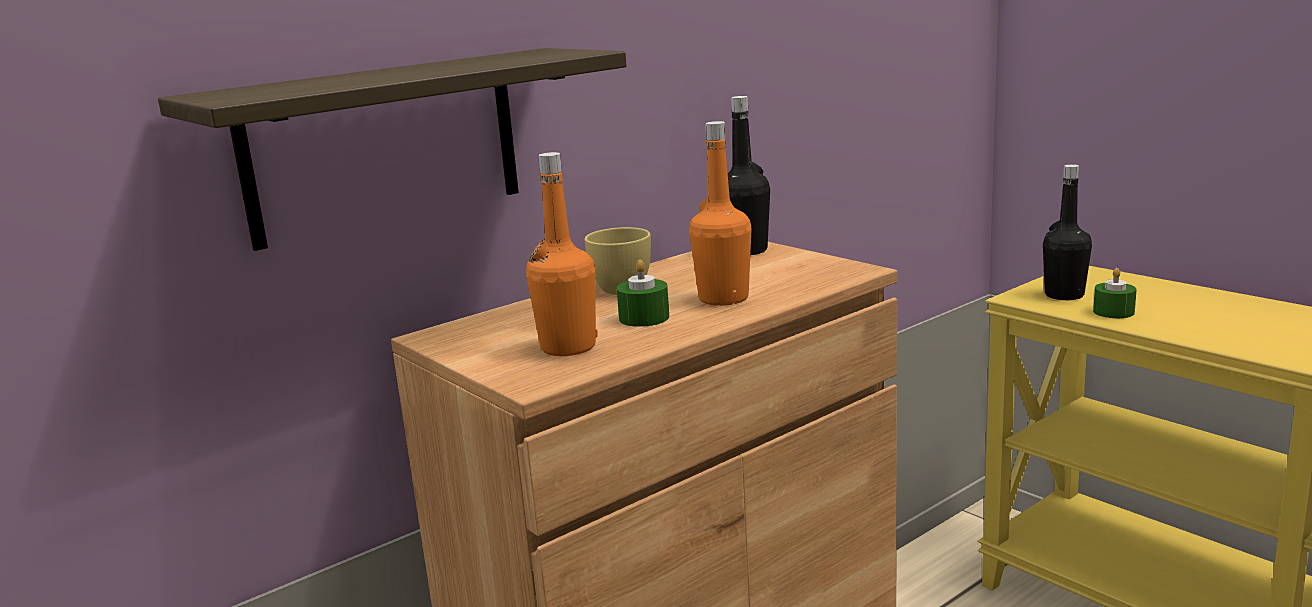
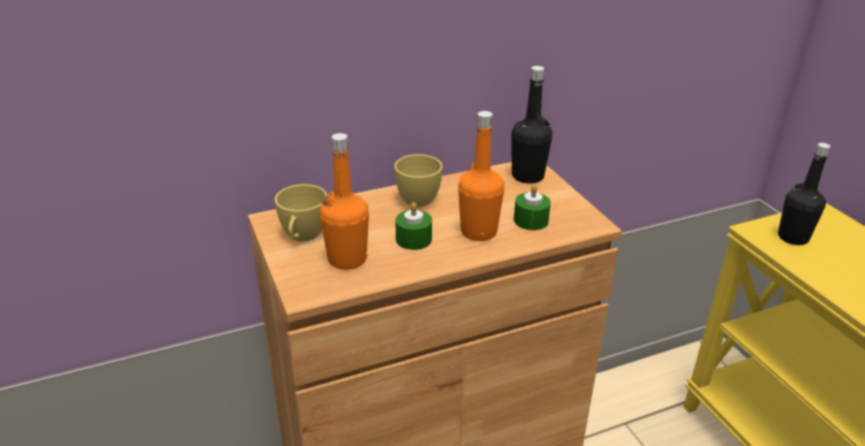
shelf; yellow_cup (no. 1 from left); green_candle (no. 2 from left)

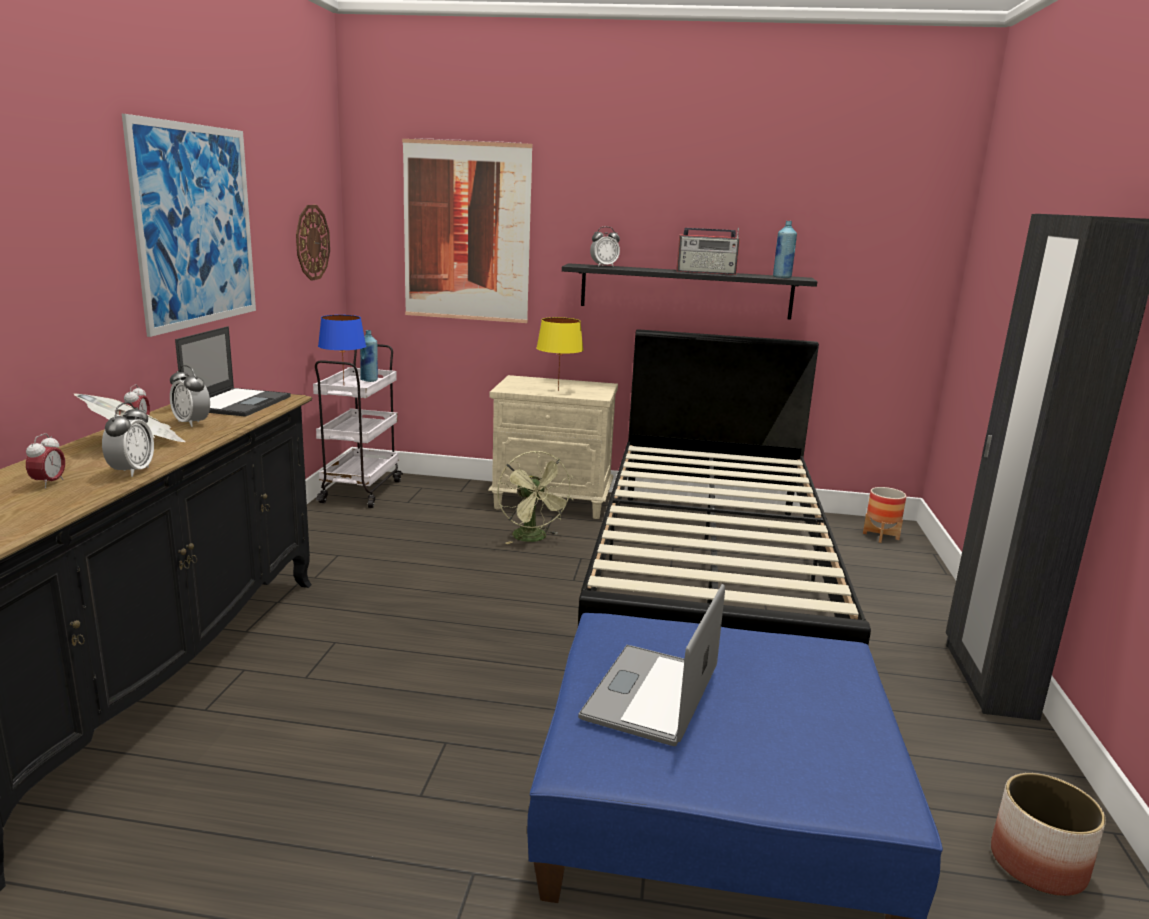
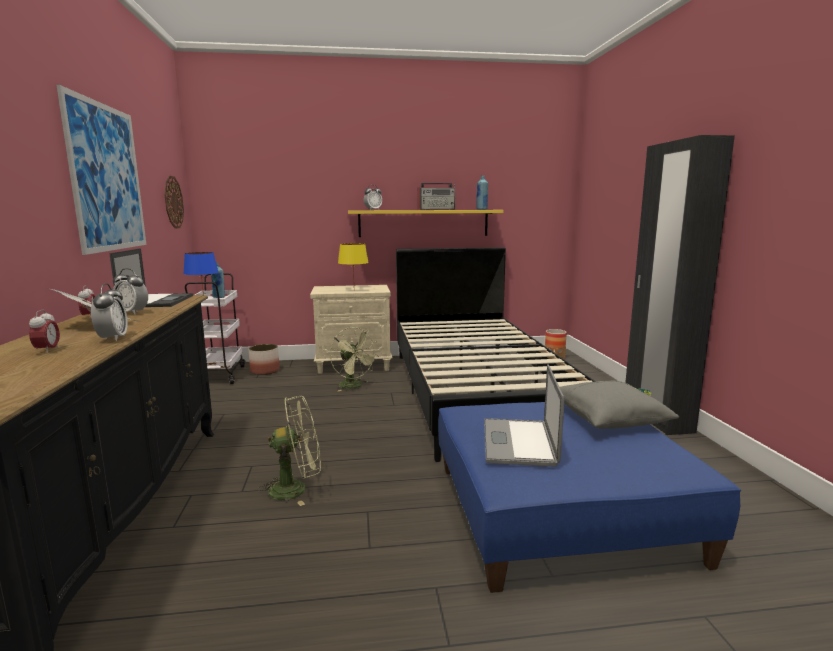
picture (no. 2 from left in the first image); green_fan (no. 1 from left); grey_pillow; planter (no. 1 from left); yellow_shelf

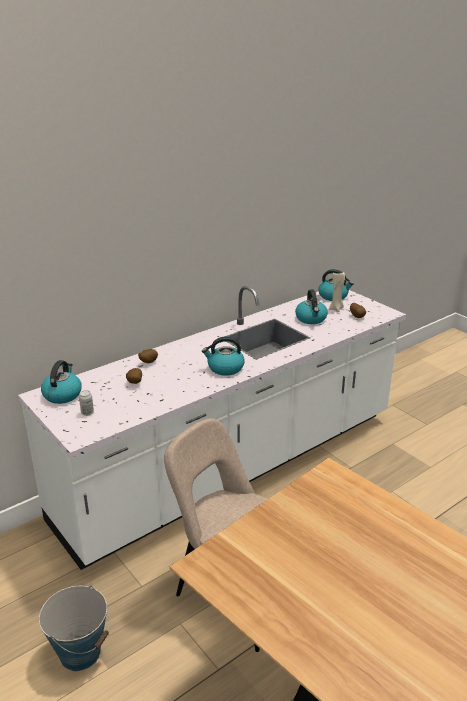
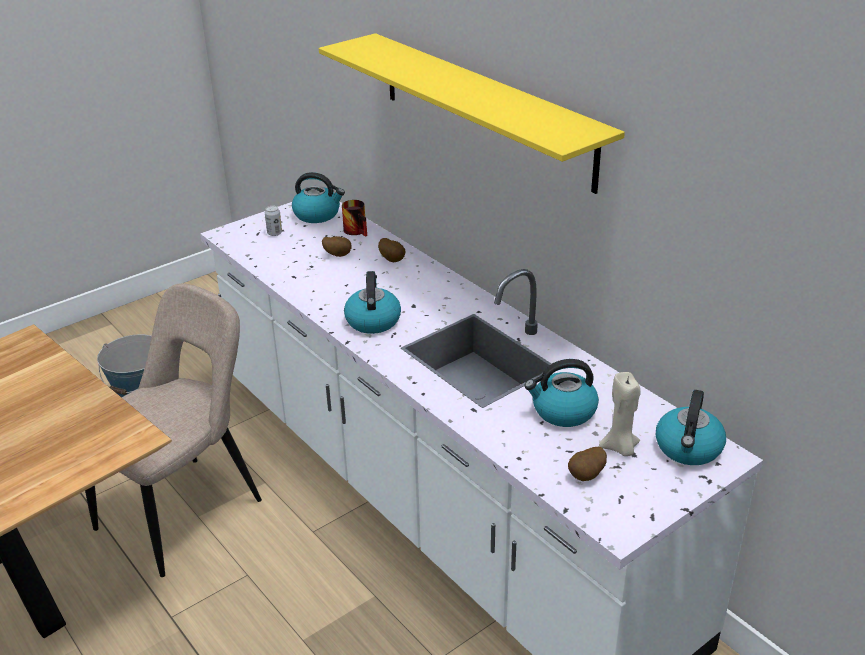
yellow_shelf; mug

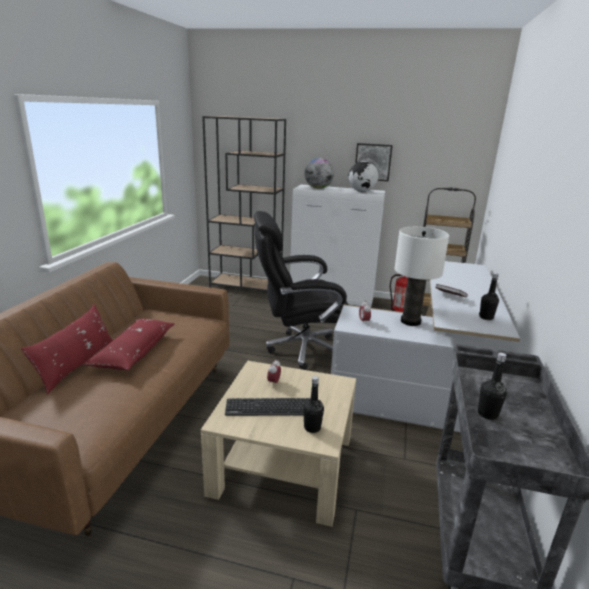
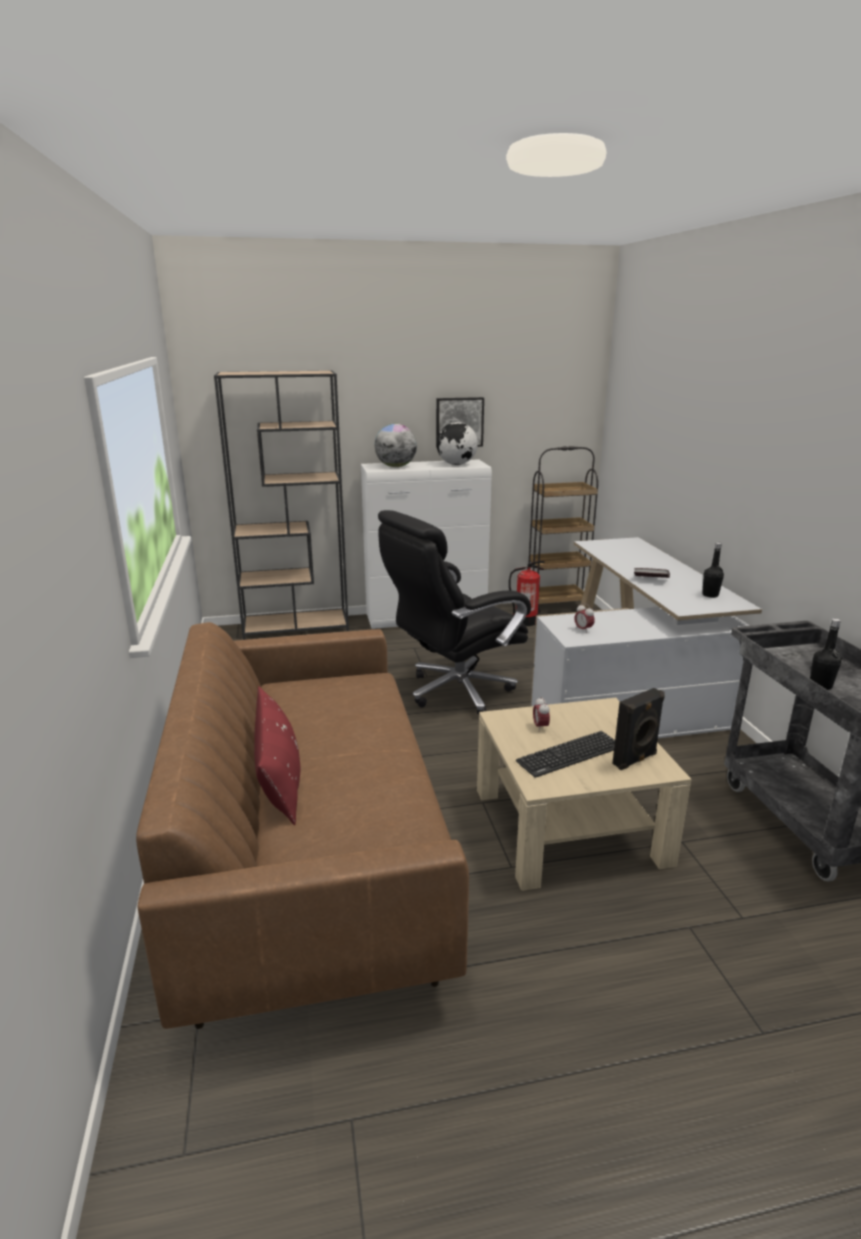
red_pillow (no. 2 from left in the first image); white_table_lamp; black_speaker

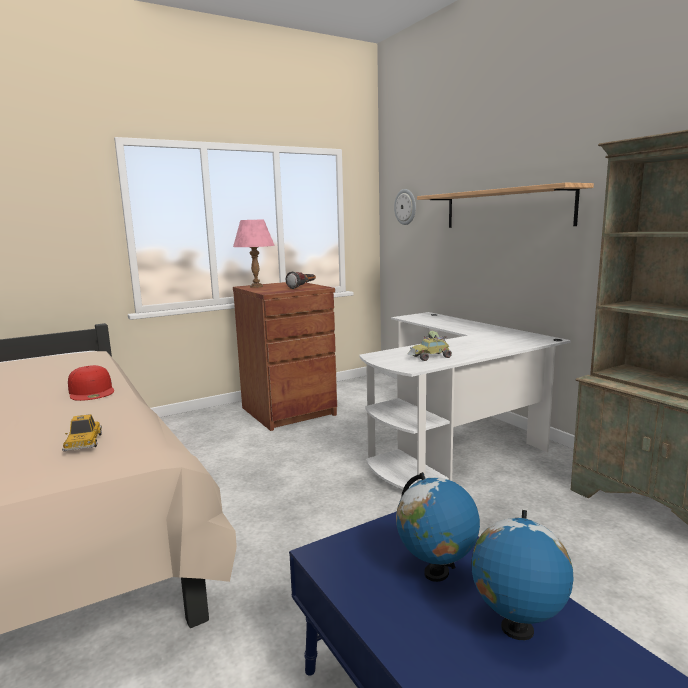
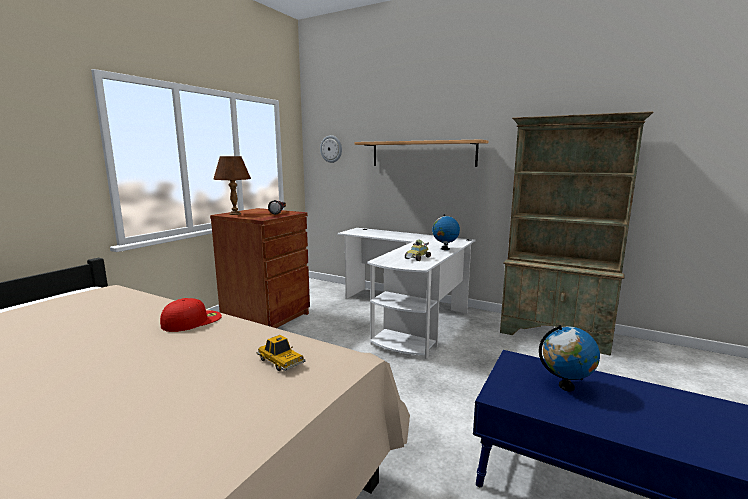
globe (no. 1 from left); brown_table_lamp; red_cap

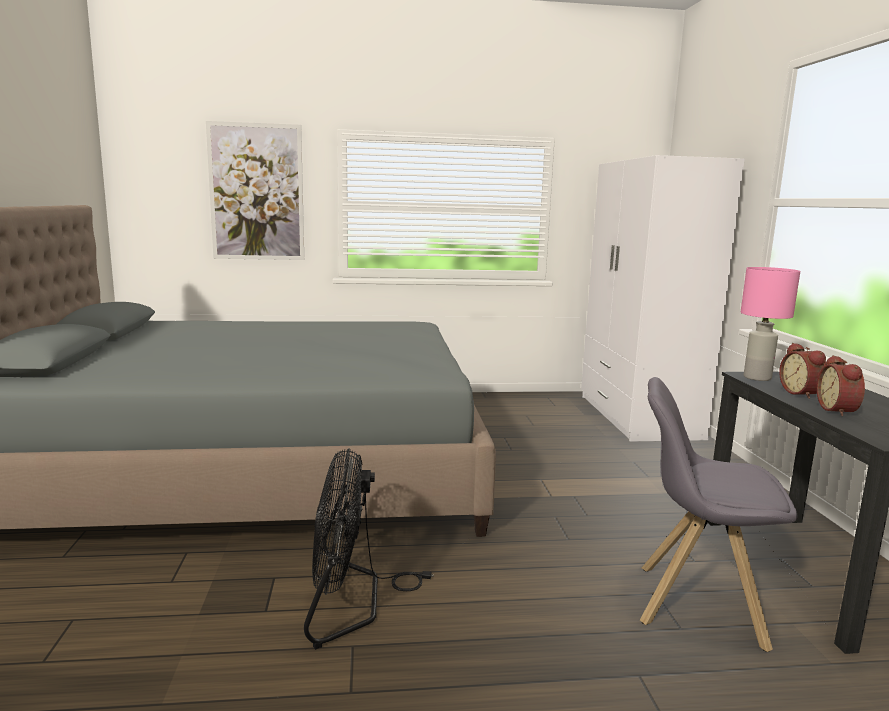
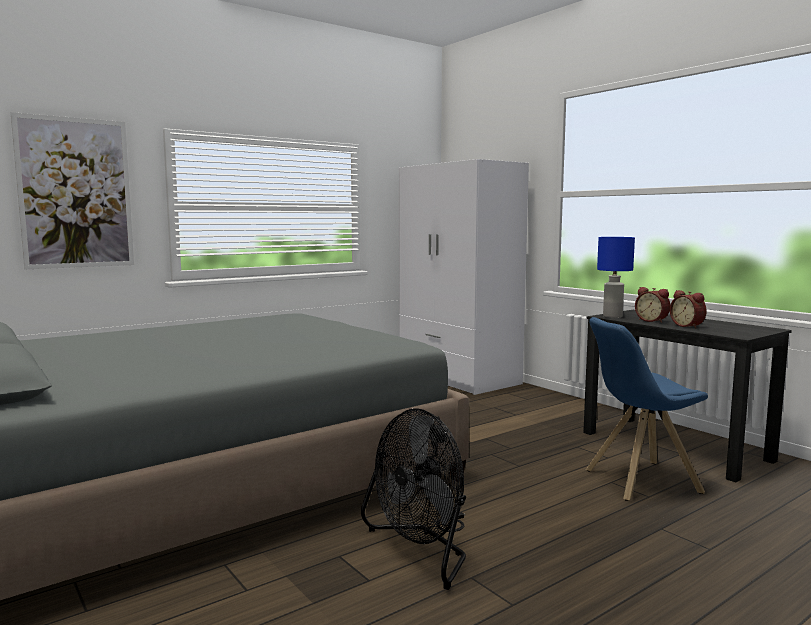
blue_chair; blue_table_lamp

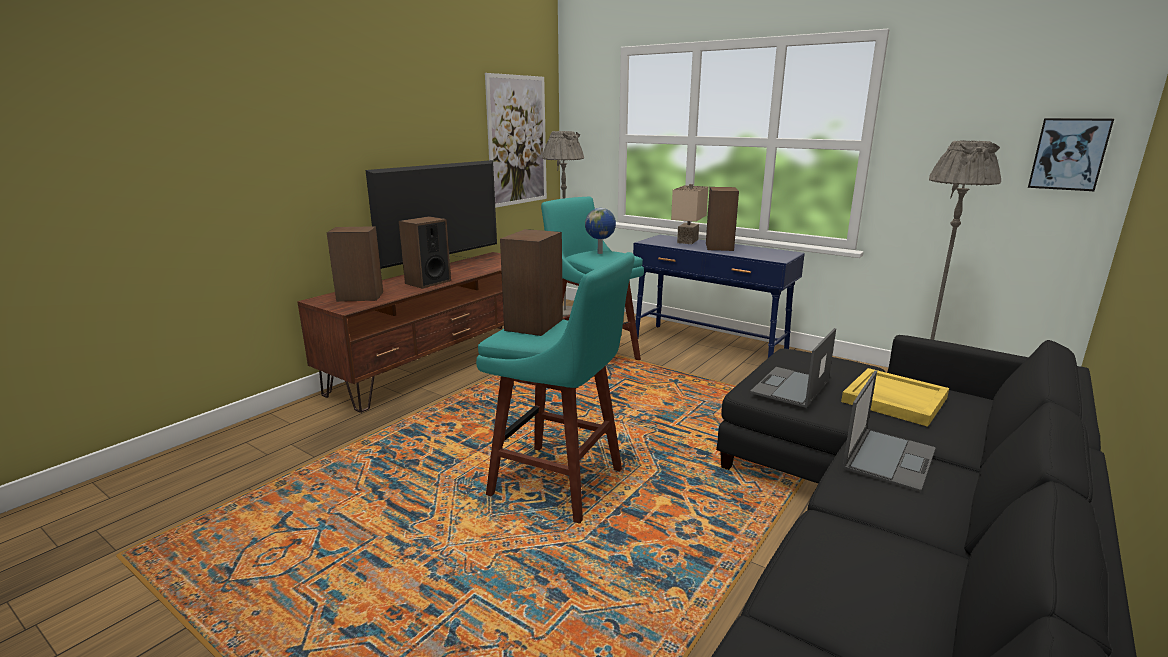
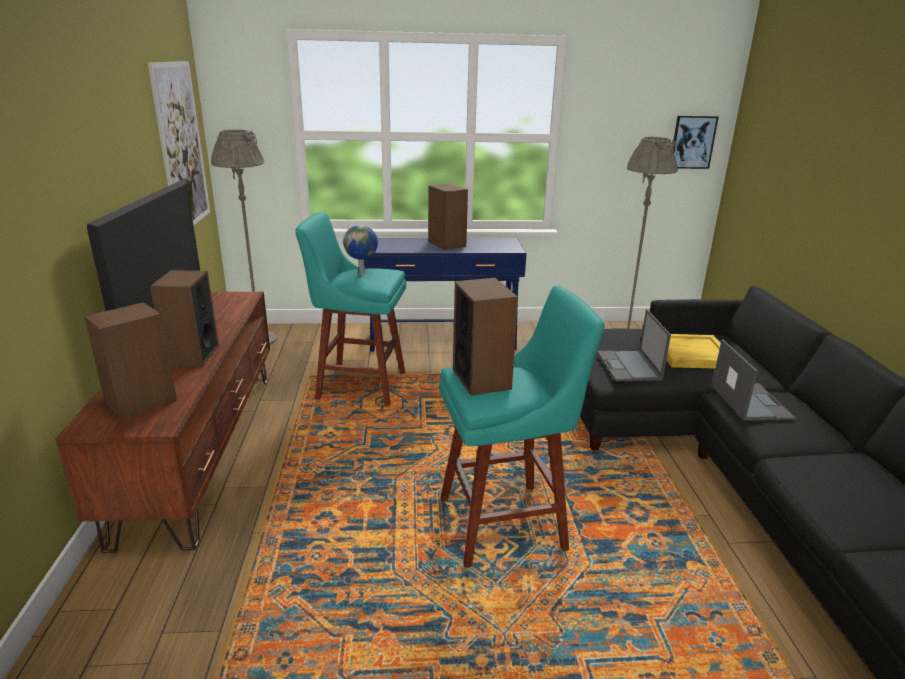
beige_table_lamp

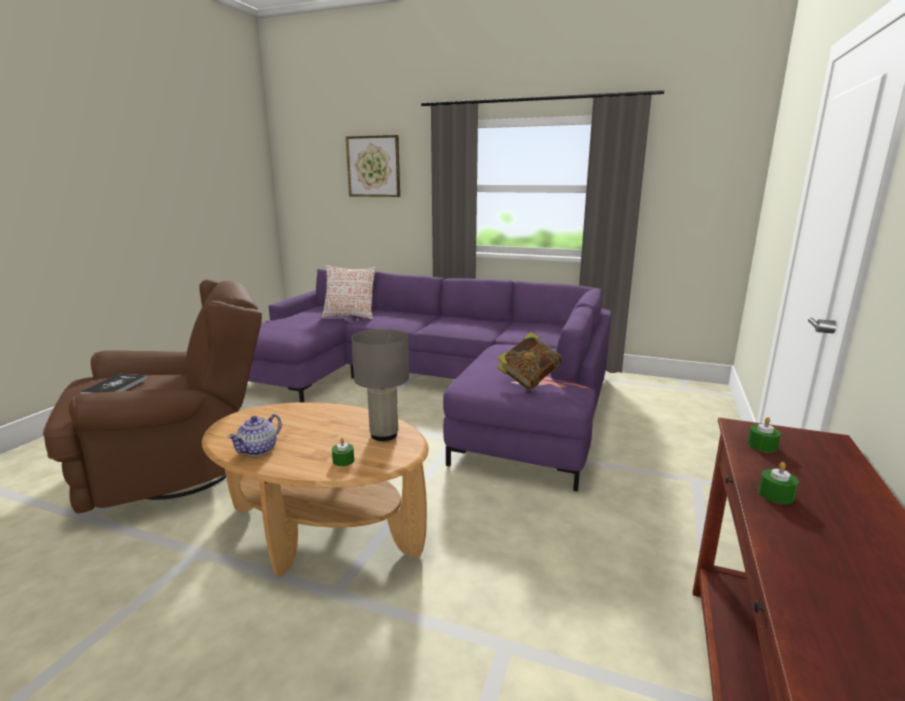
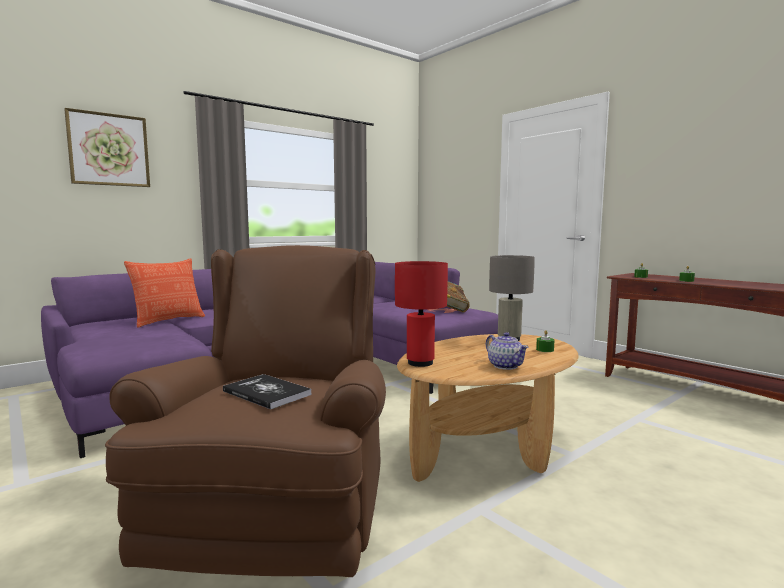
red_table_lamp; orange_pillow

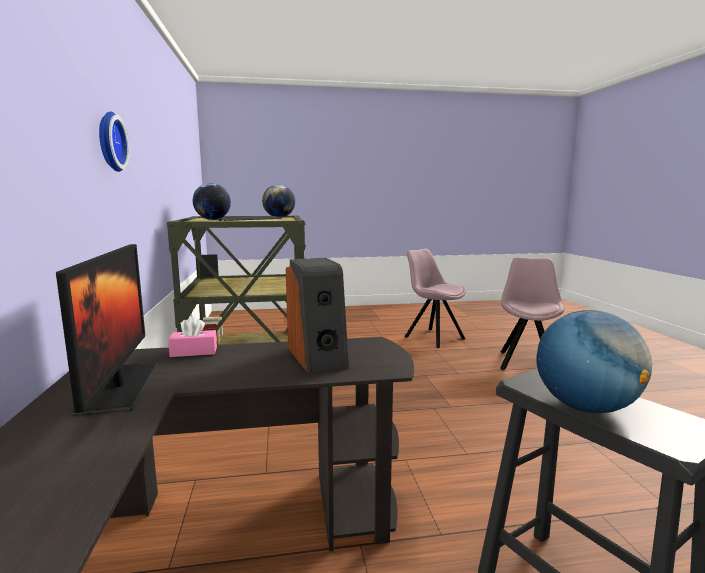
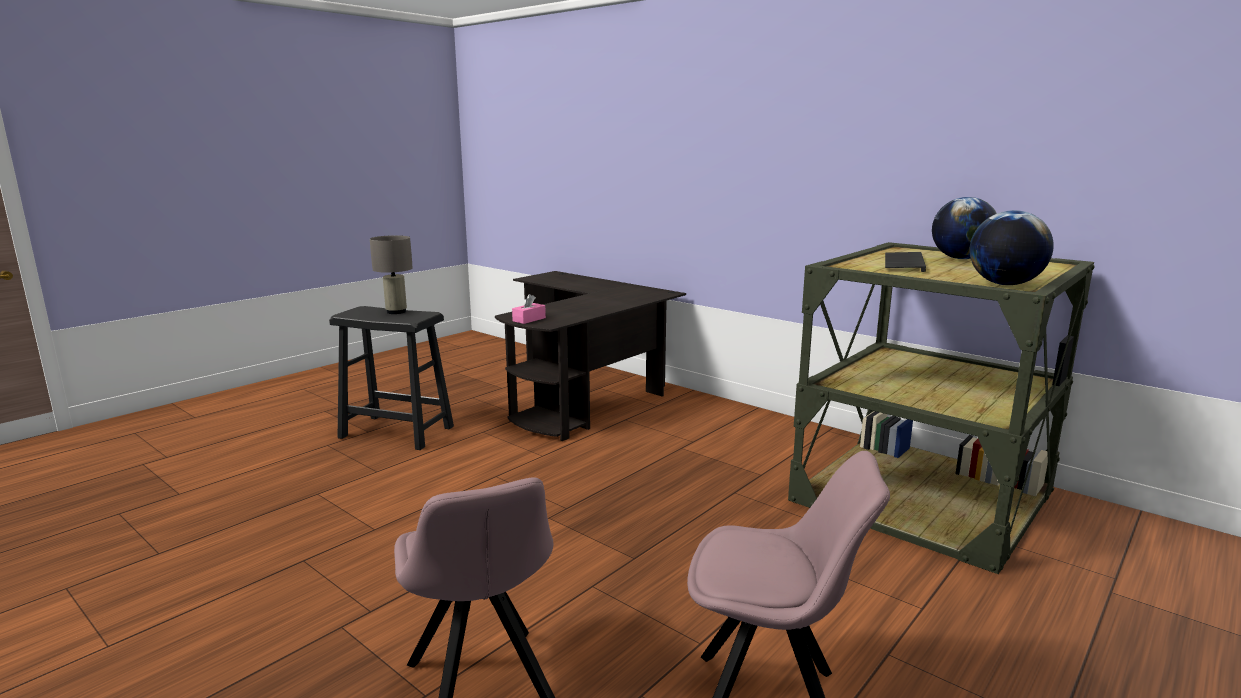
monitor; wall_clock; speaker; pink_tissue_box; grey_table_lamp

